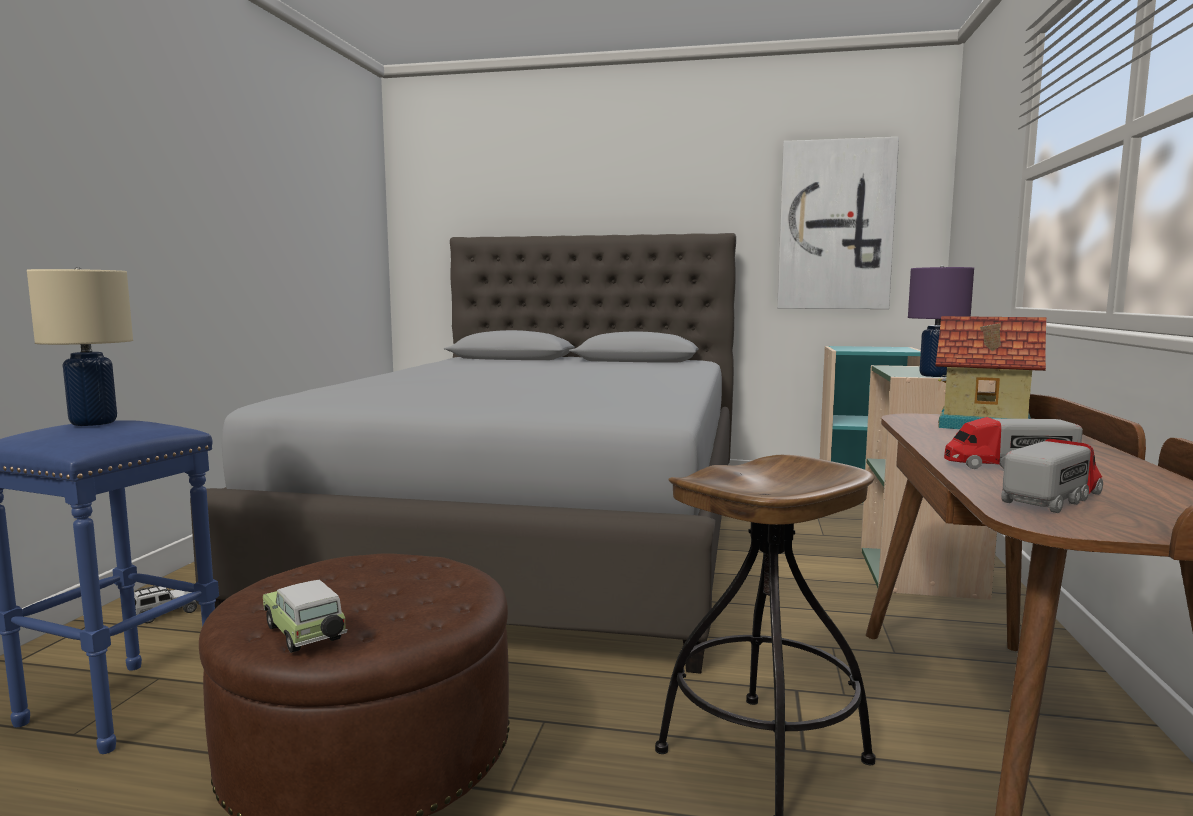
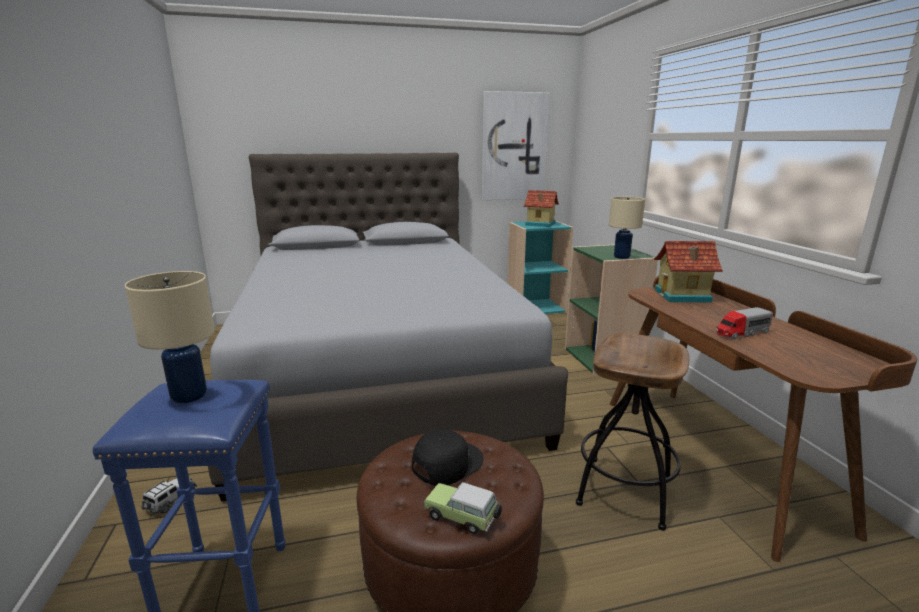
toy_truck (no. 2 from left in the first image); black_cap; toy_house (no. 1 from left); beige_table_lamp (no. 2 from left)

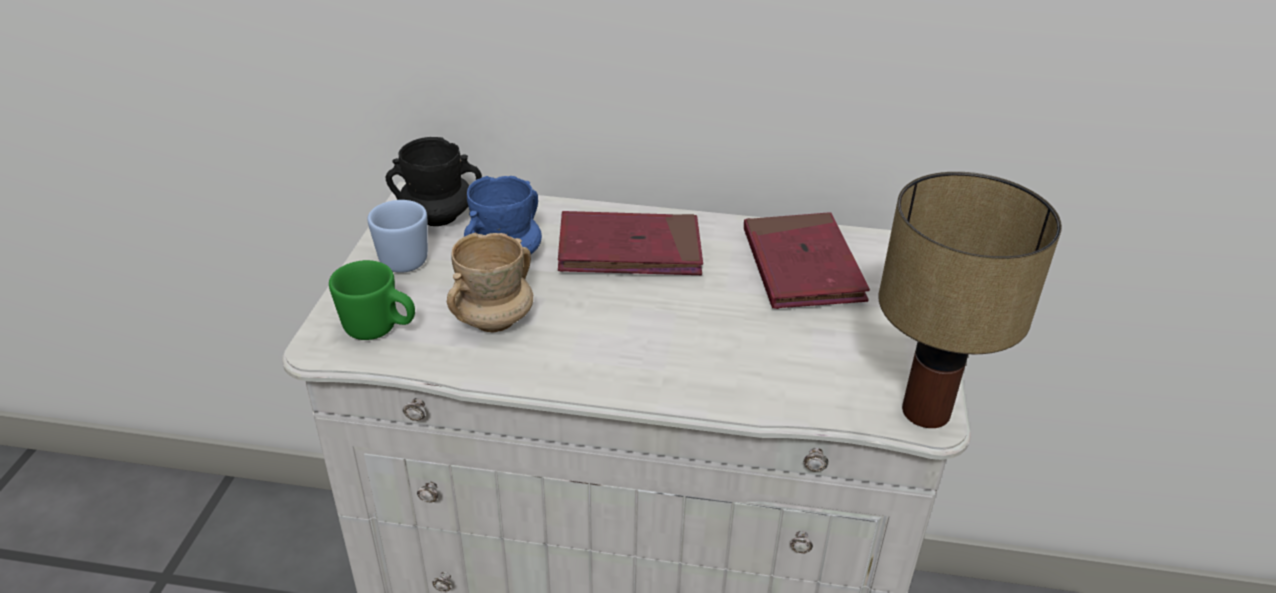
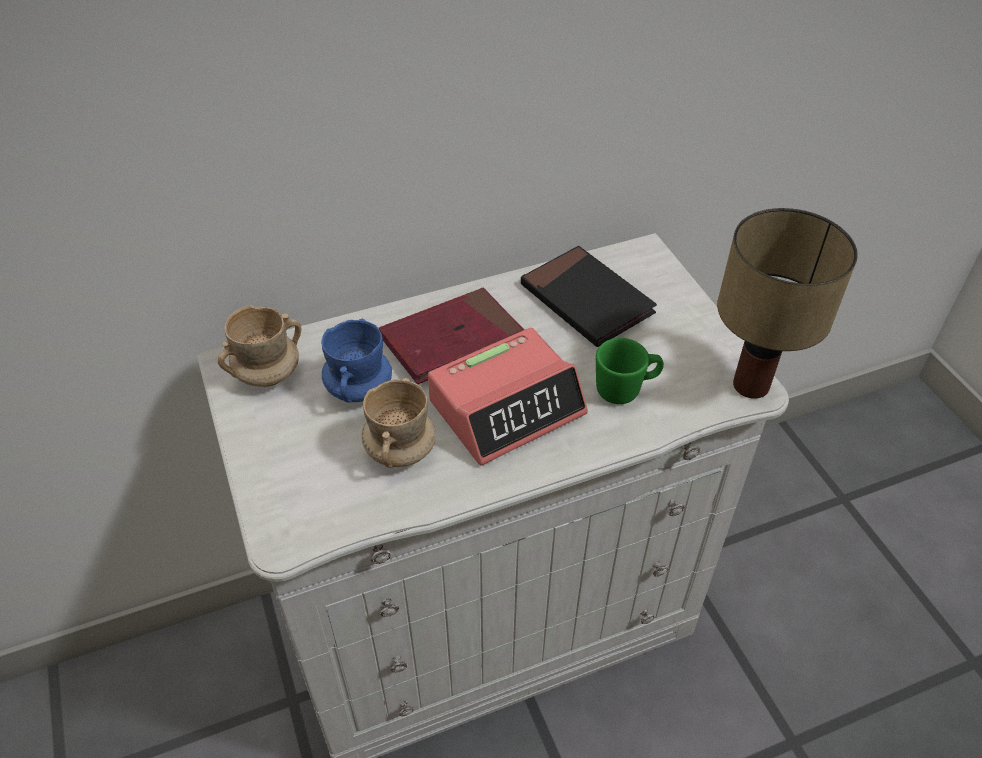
blue_mug (no. 1 from left in the first image); alarm_clock; green_mug; beige_mug (no. 1 from left); black_book

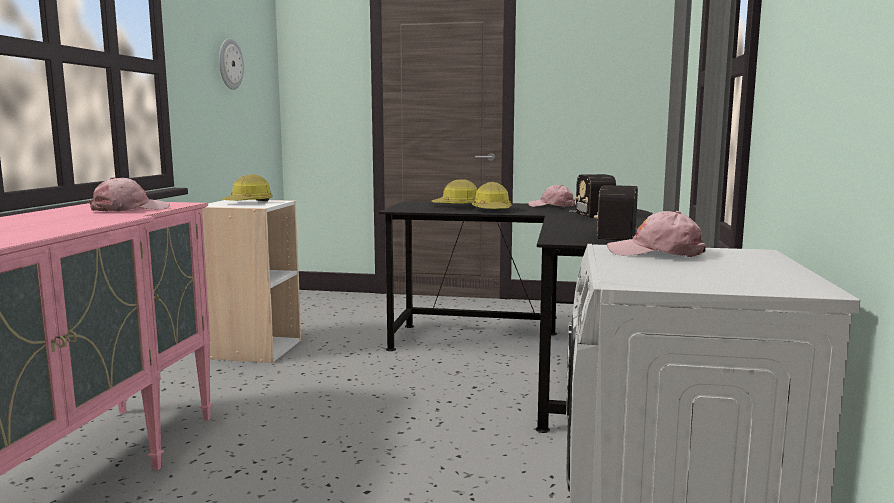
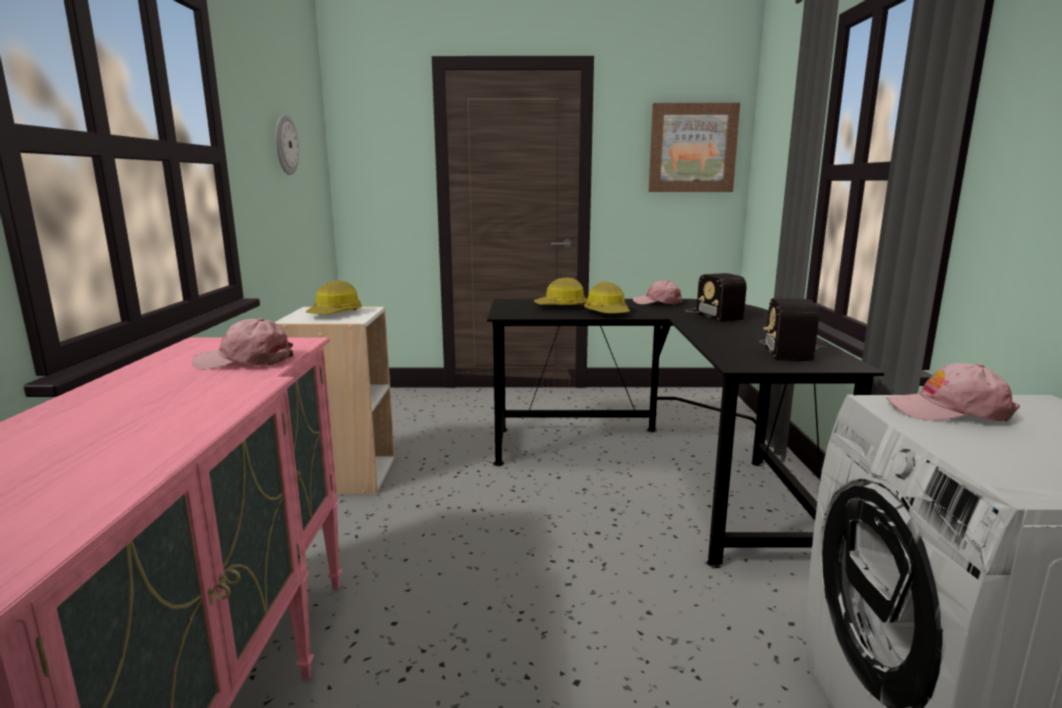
picture; pink_cap (no. 1 from left)

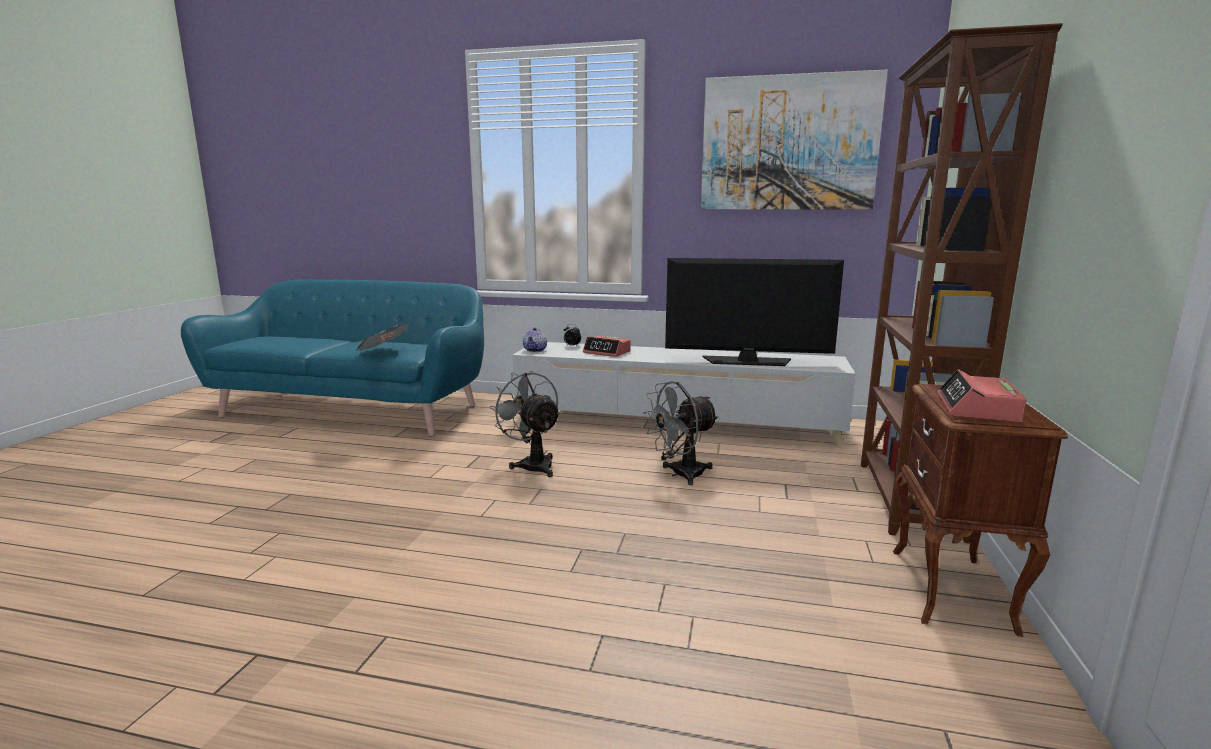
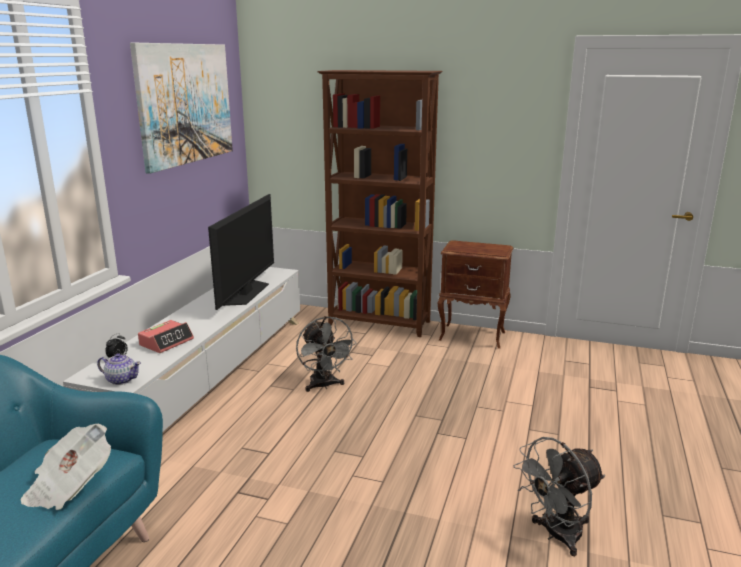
alarm_clock (no. 3 from left in the first image); grey_fan (no. 2 from left)

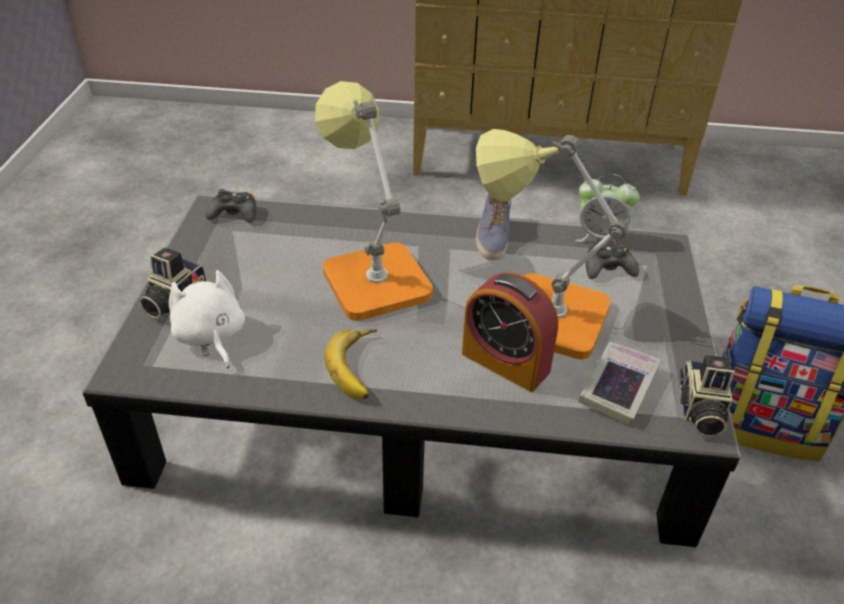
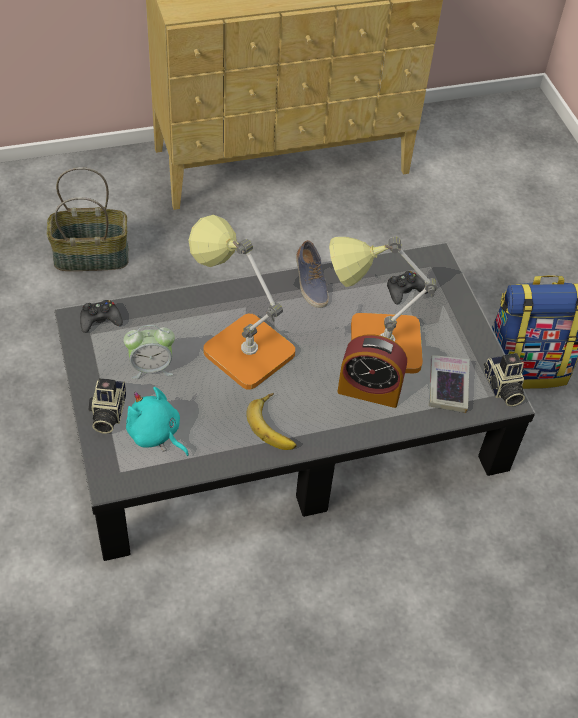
basket; alarm_clock (no. 1 from left); turquoise_plush_toy

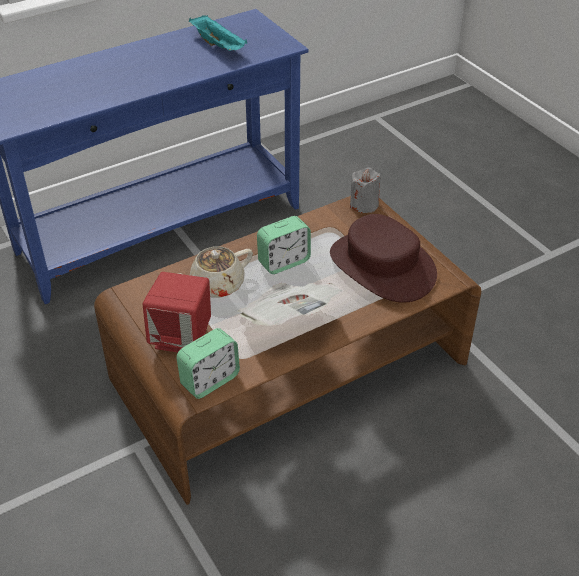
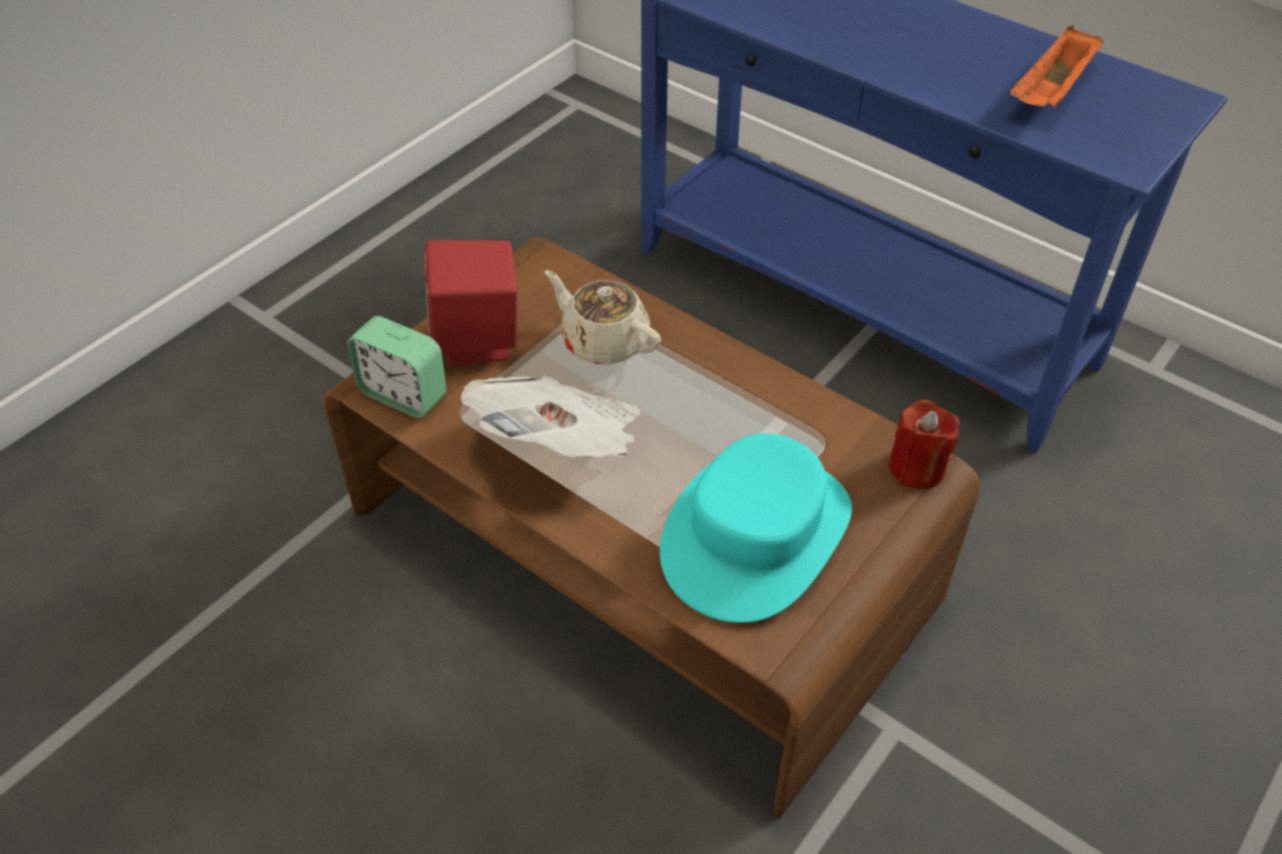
alarm_clock (no. 2 from left in the first image); orange_tray; turquoise_hat; red_candle

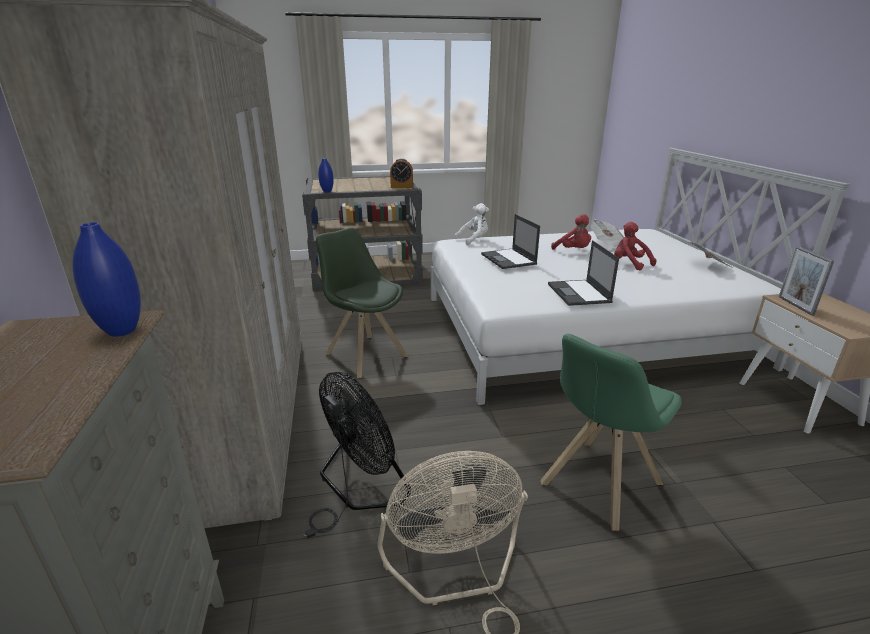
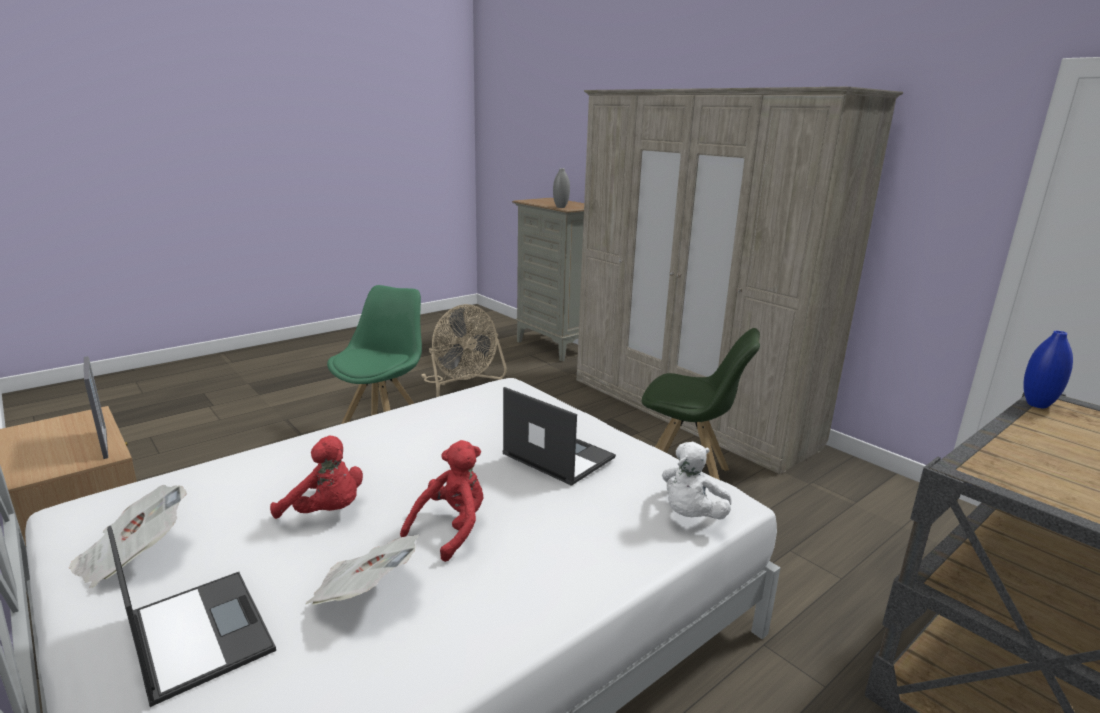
black_fan; alarm_clock; laptop (no. 1 from left); grey_vase; red_plush_toy (no. 2 from left)

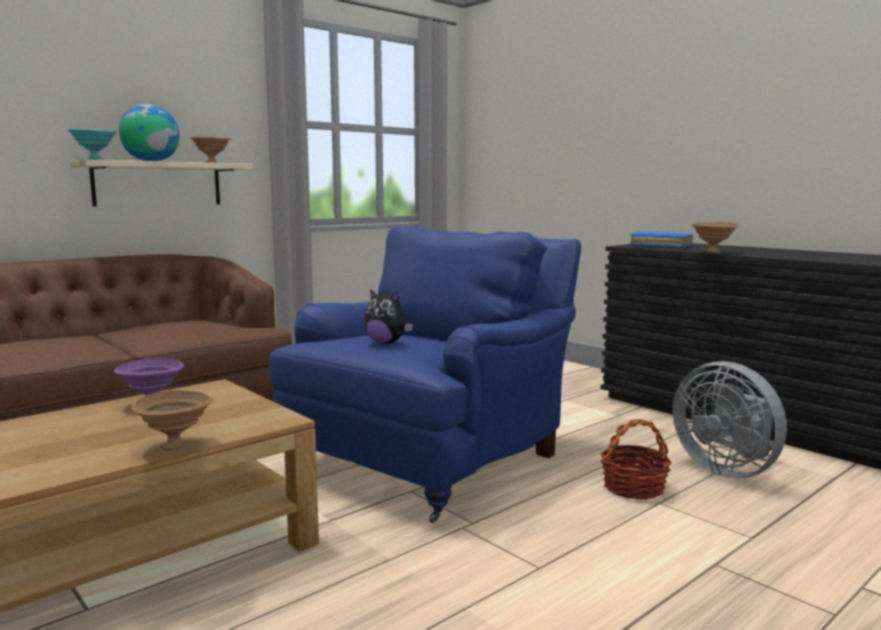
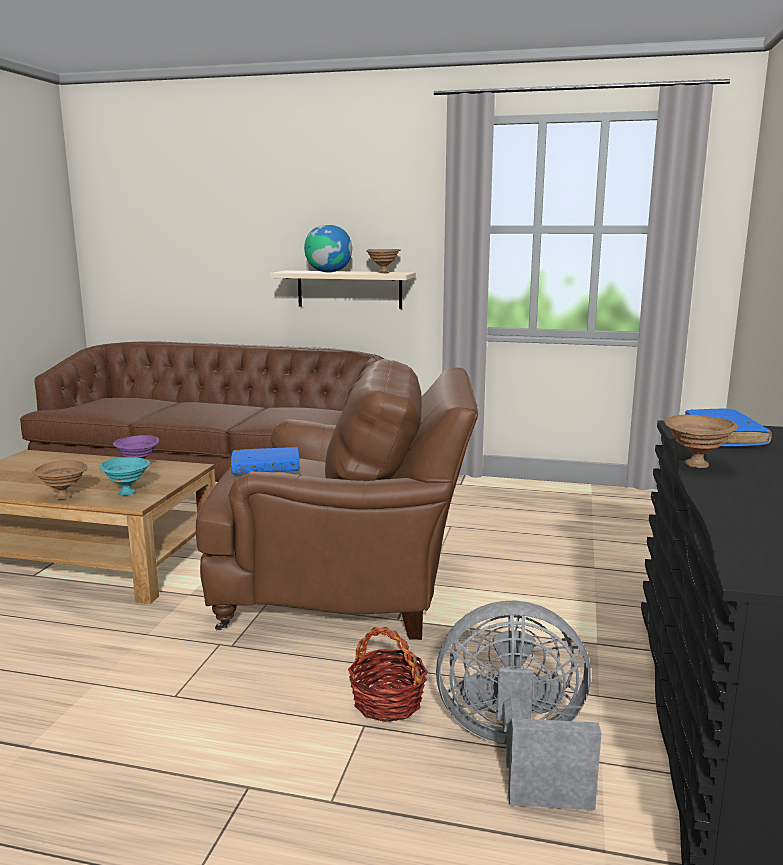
turquoise_bowl; blue_book (no. 1 from left); brown_armchair; grey_fan

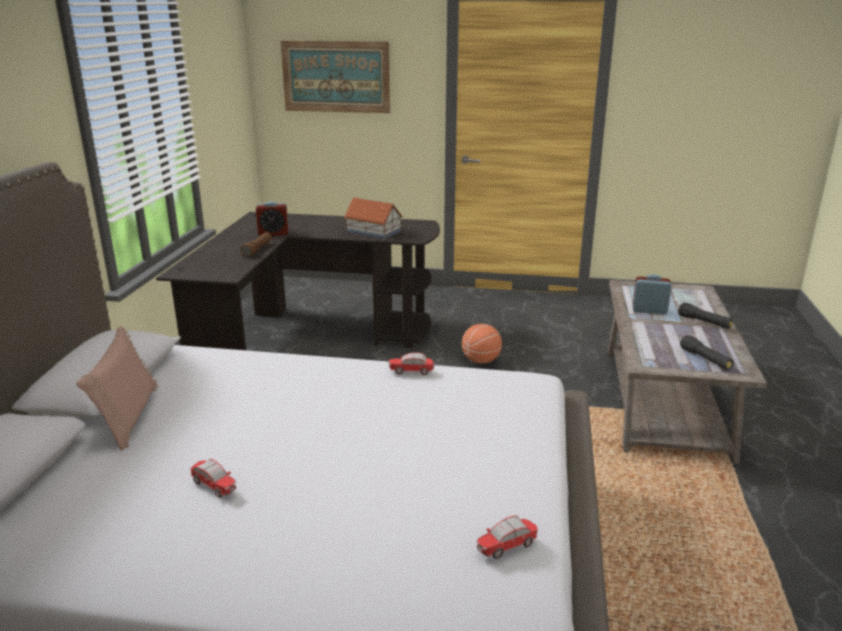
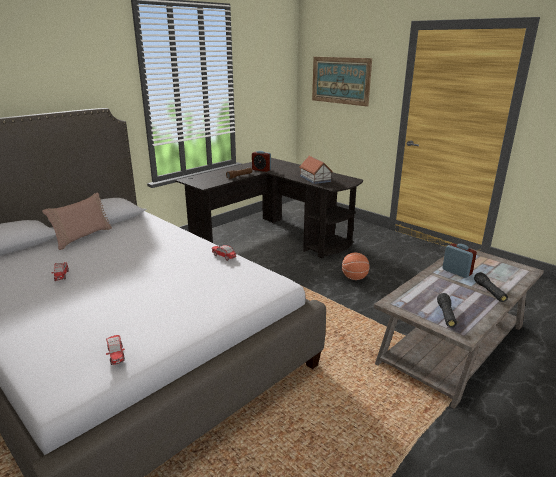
toy_car (no. 2 from left)

